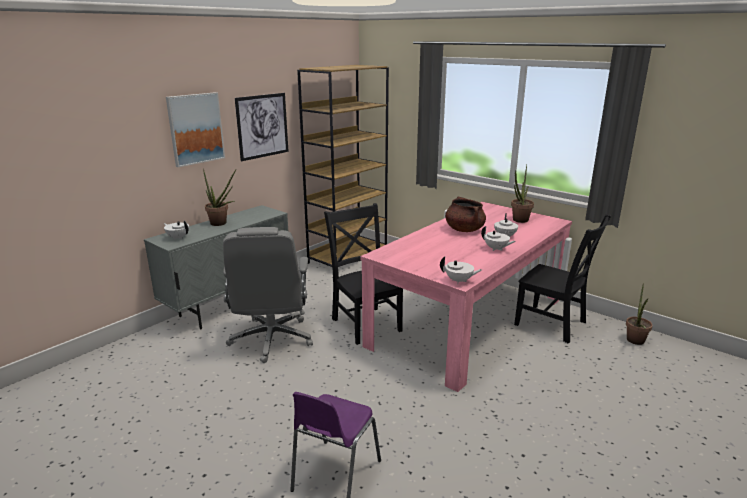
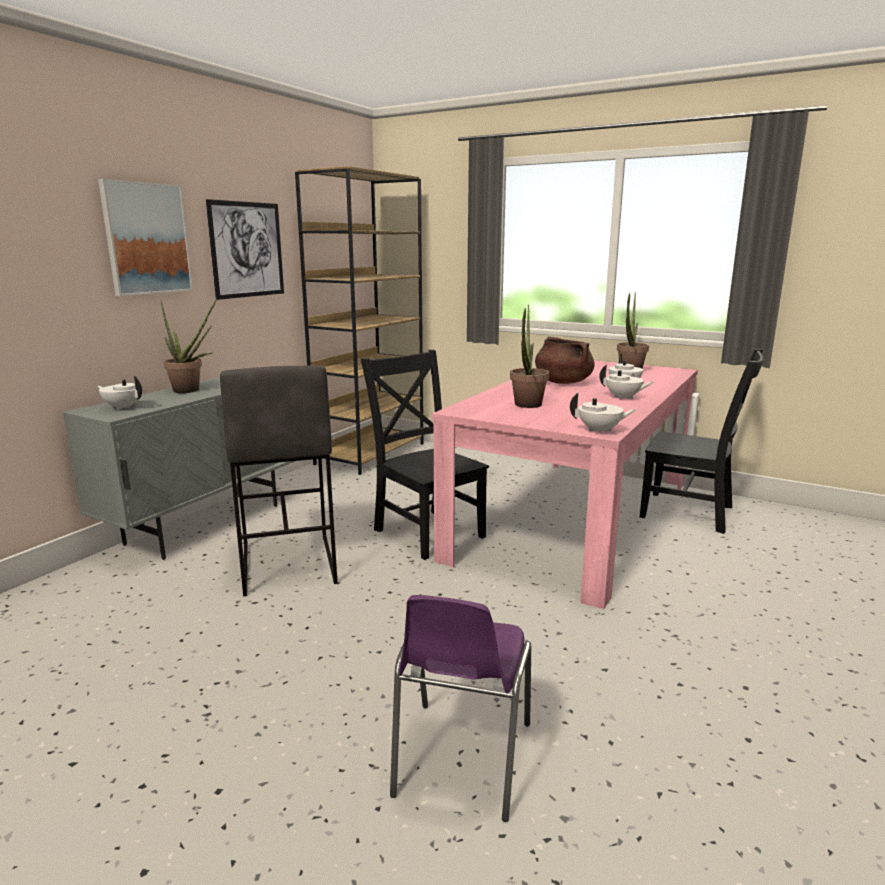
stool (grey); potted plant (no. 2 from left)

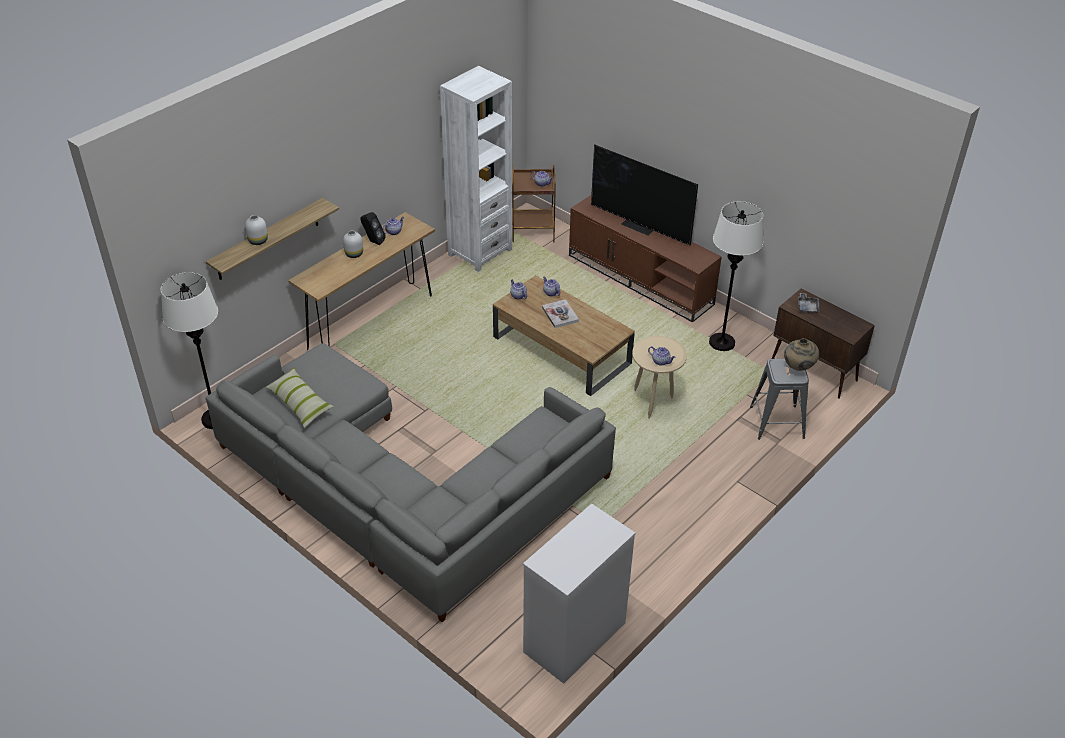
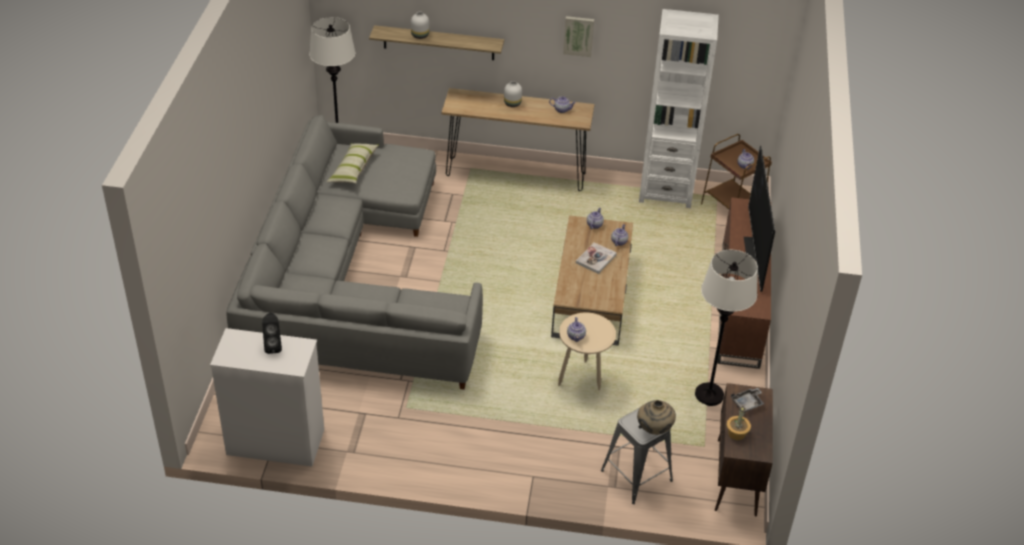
speaker (black); picture; potted plant

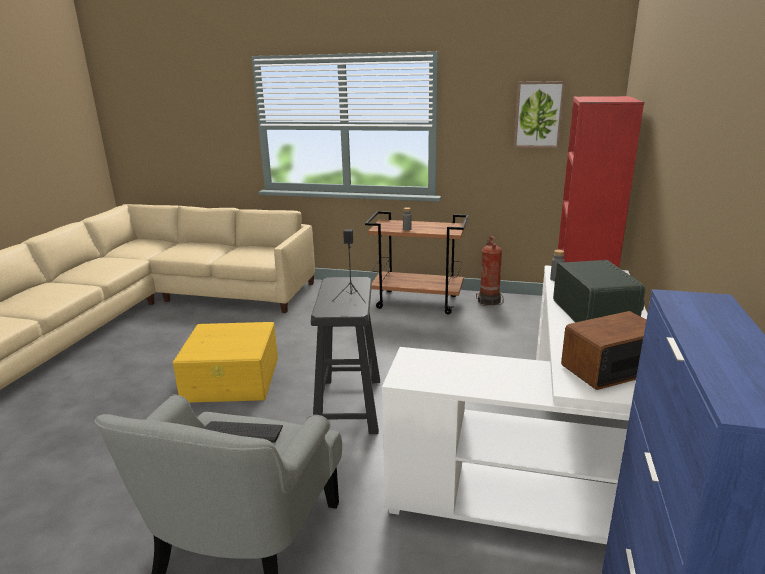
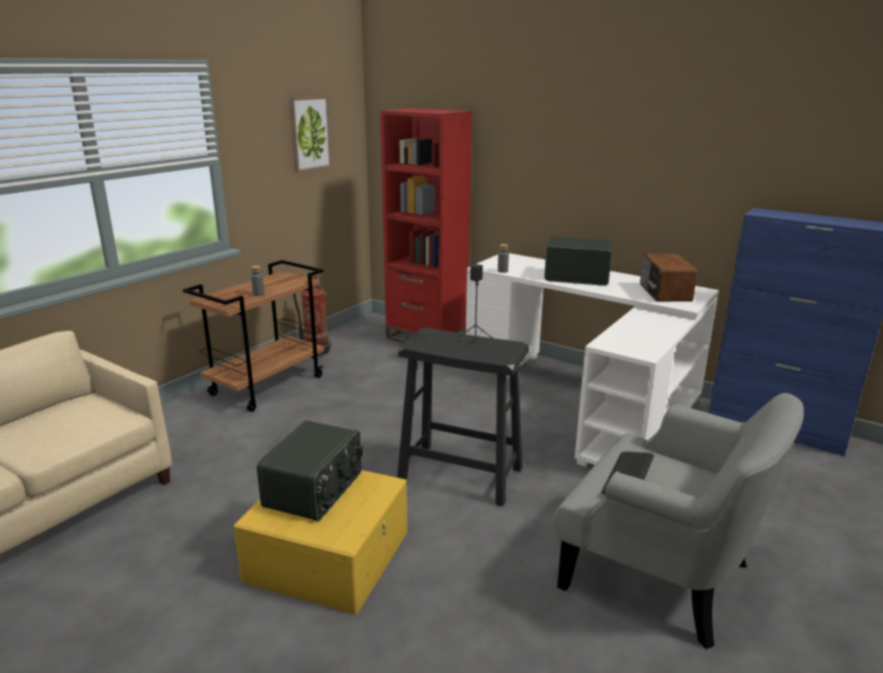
radio (no. 1 from left)

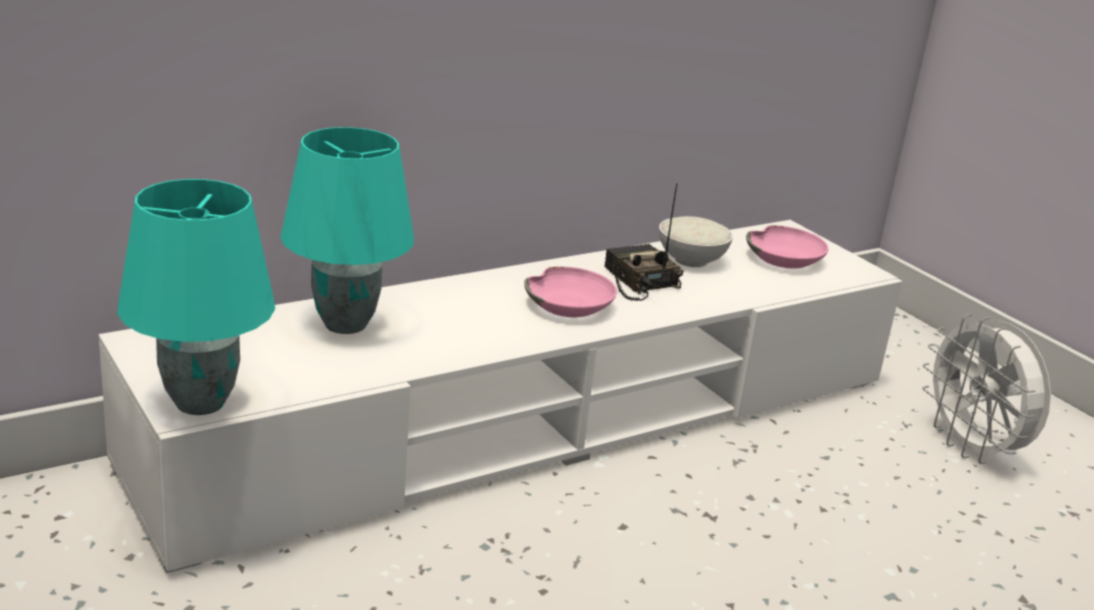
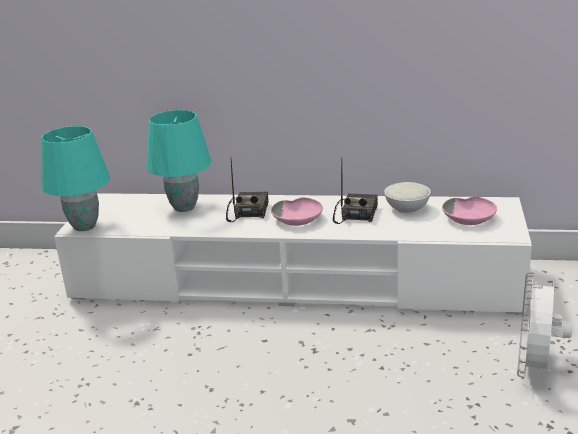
radio (no. 1 from left)

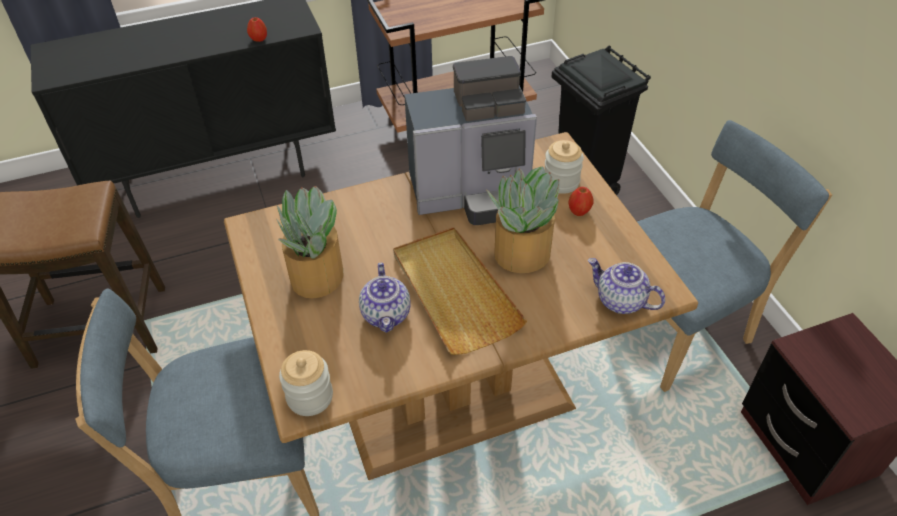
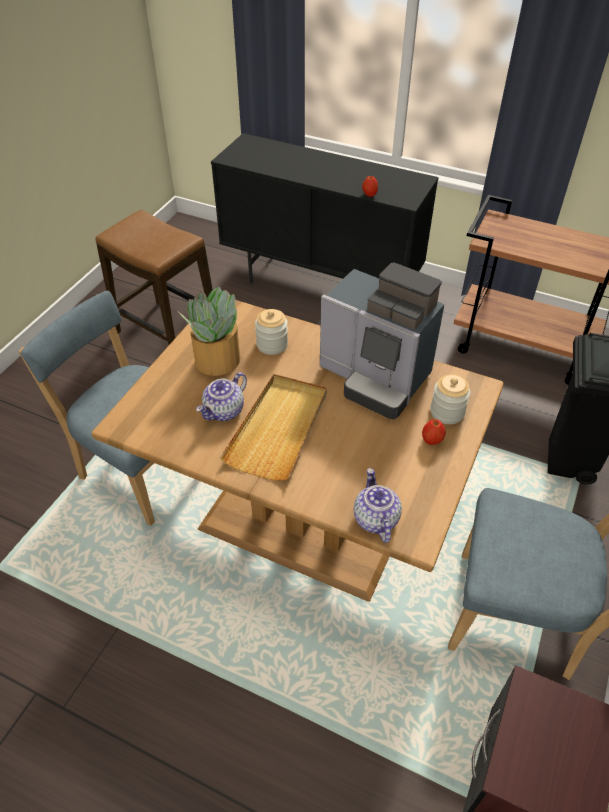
jar (no. 1 from left); potted plant (no. 2 from left in the first image)

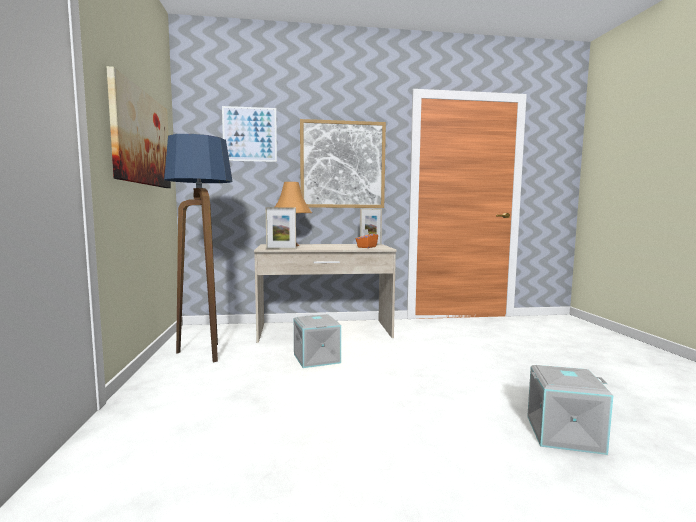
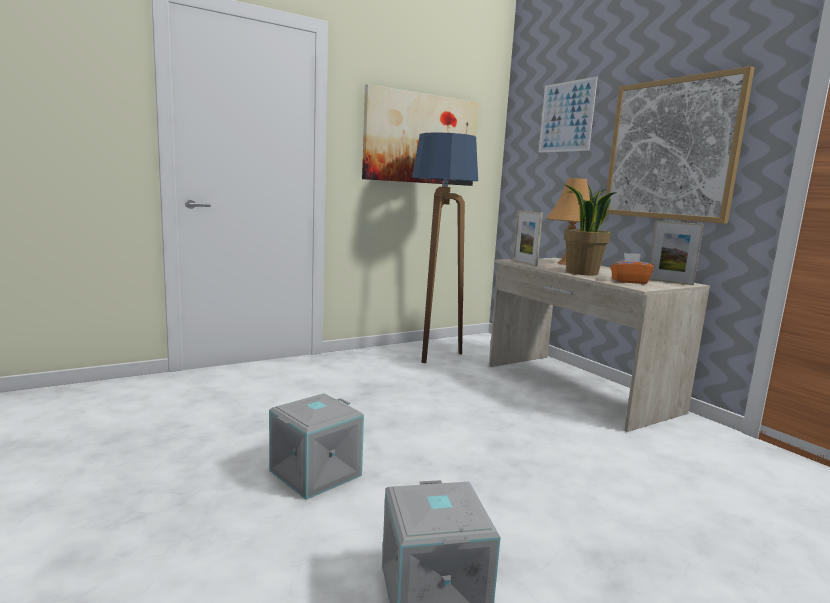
storage box (grey) (no. 1 from left); potted plant

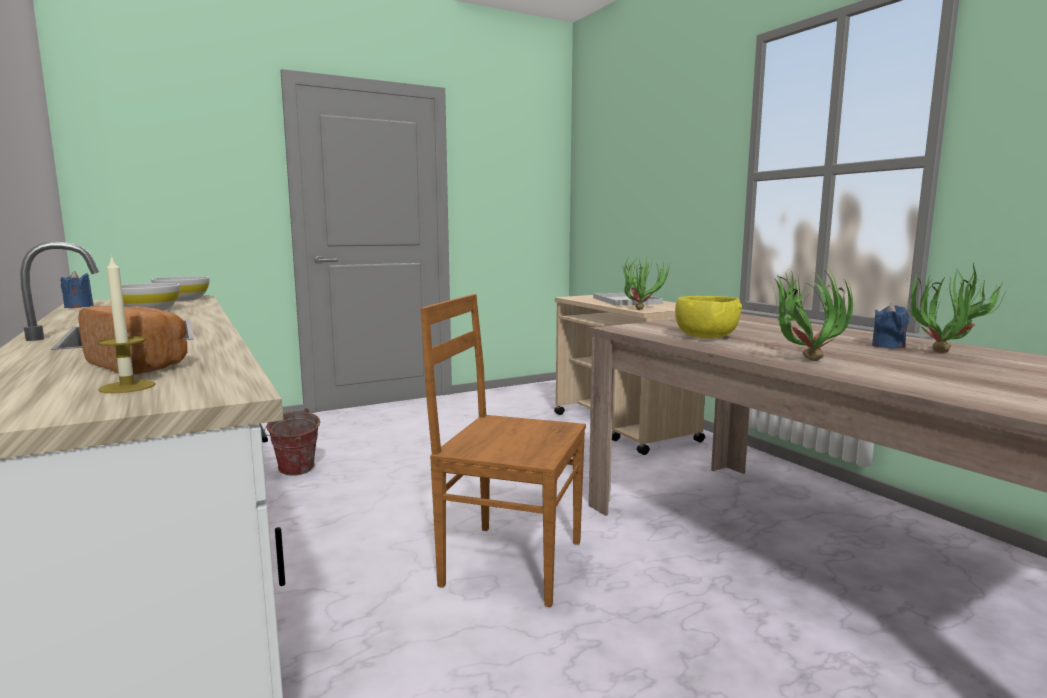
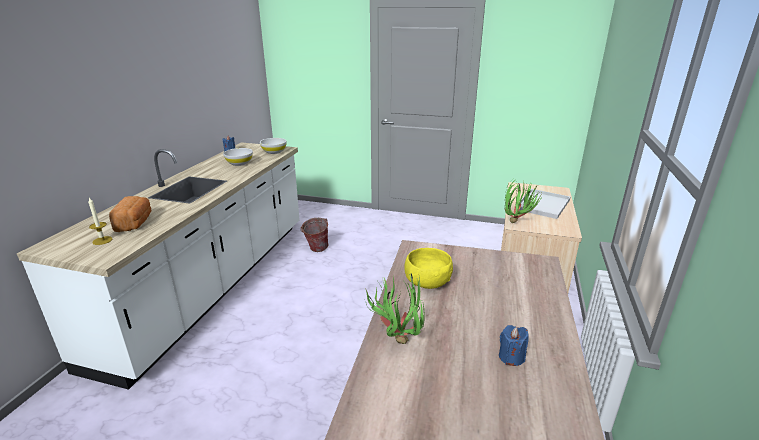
chair (brown); potted plant (no. 3 from left in the first image)

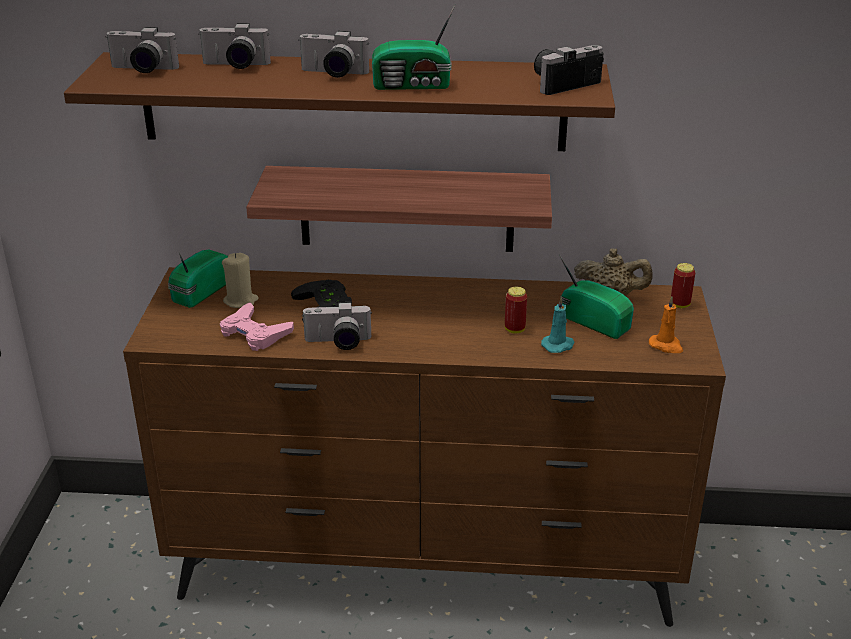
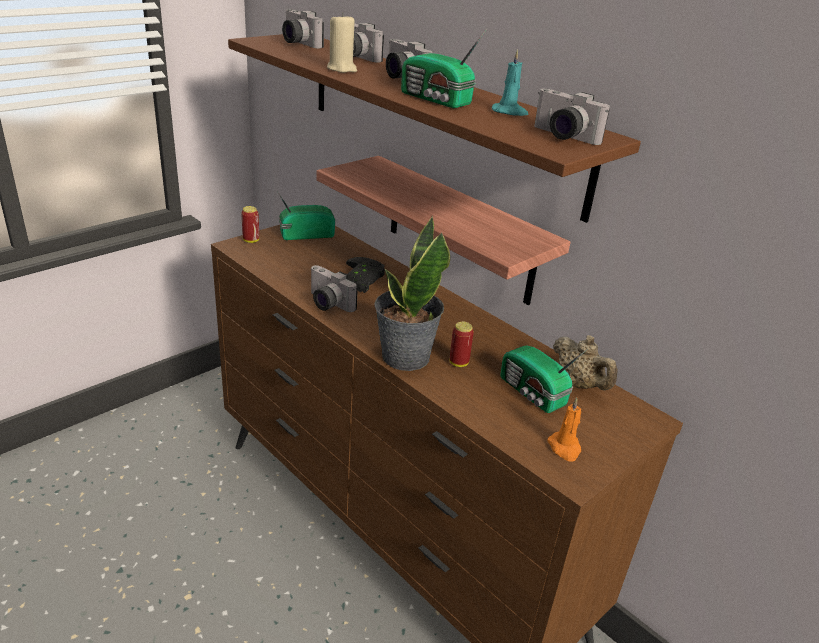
game controller (pink); candle (beige); photo camera (no. 5 from left); candle (turquoise); radio (no. 3 from left); can (no. 1 from left); potted plant

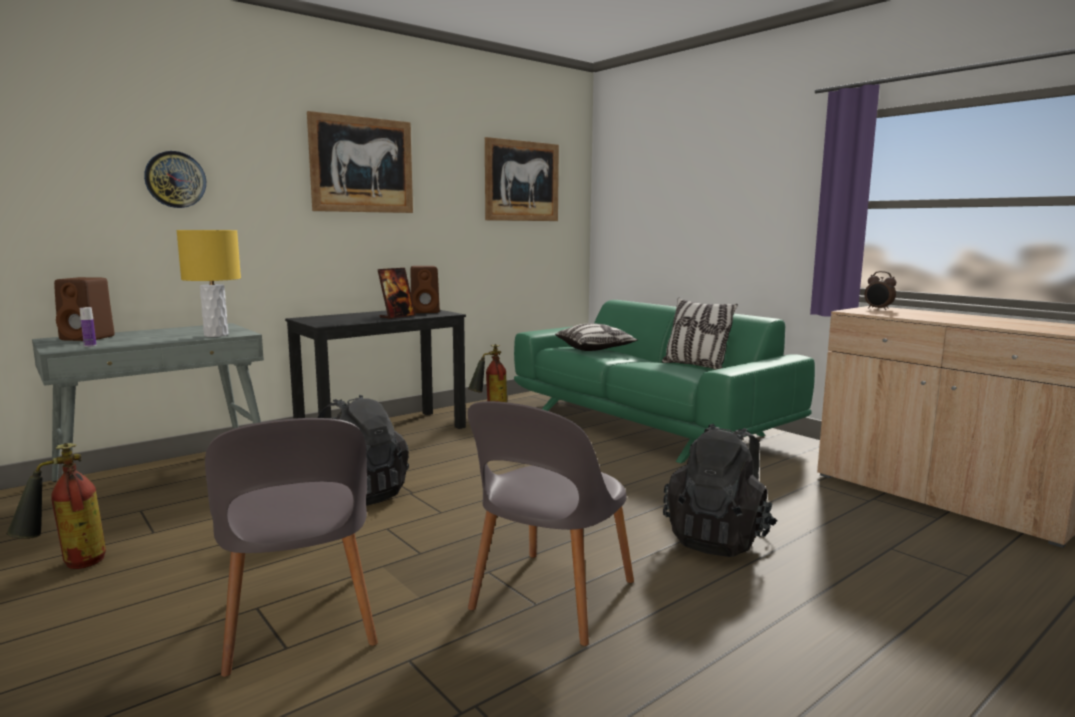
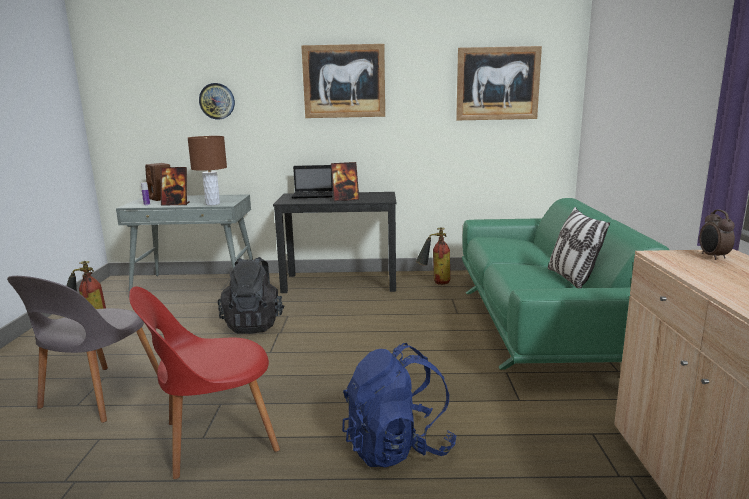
table lamp (brown); speaker (brown) (no. 2 from left in the first image); chair (red); pillow (no. 1 from left in the first image); backpack (blue); picture frame (no. 1 from left); laptop

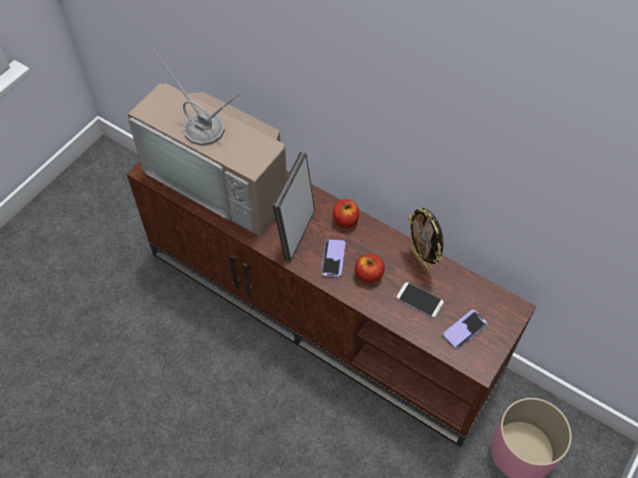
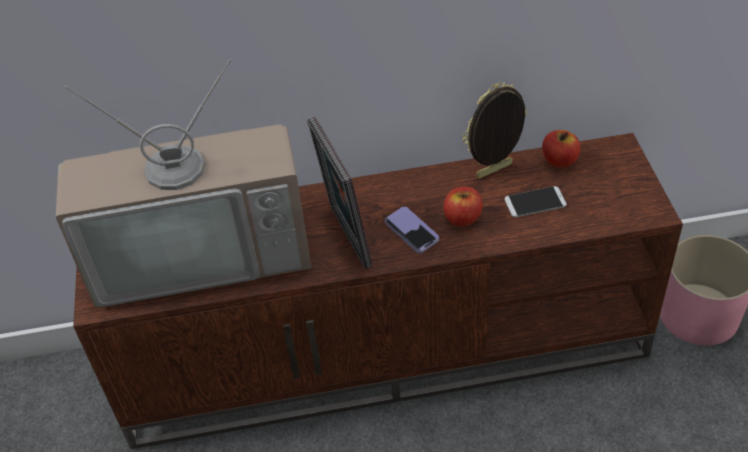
apple (no. 2 from left); picture frame (no. 2 from left); phone (no. 3 from left in the first image)

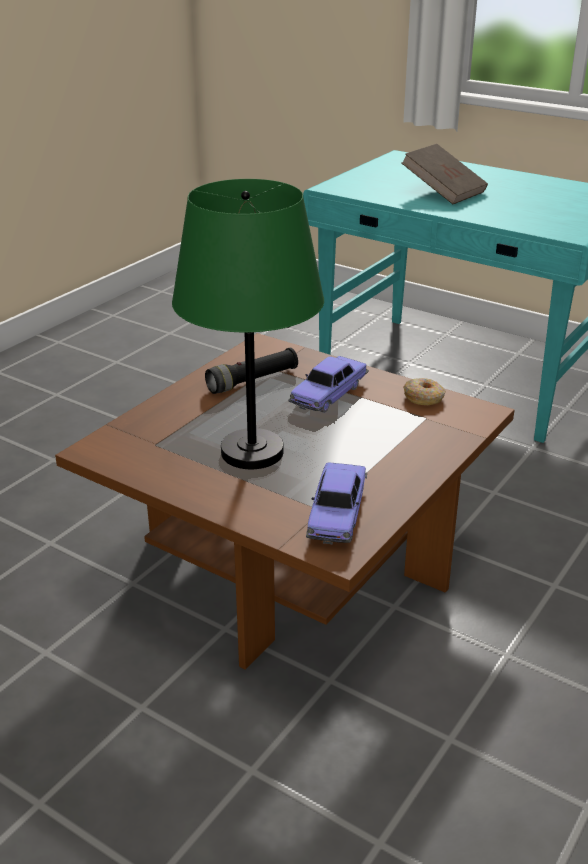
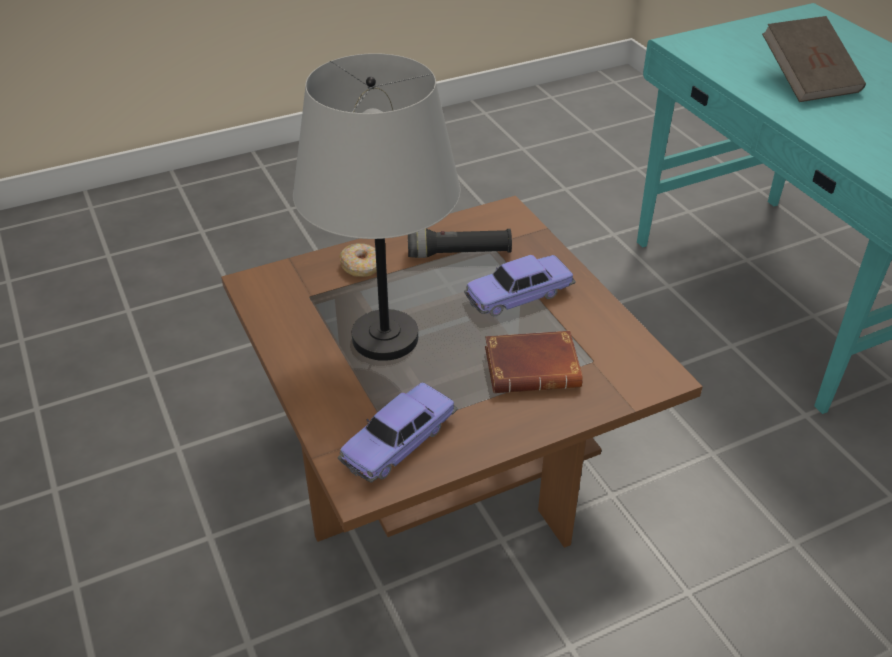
table lamp (grey); donut; book (brown) (no. 1 from left)

